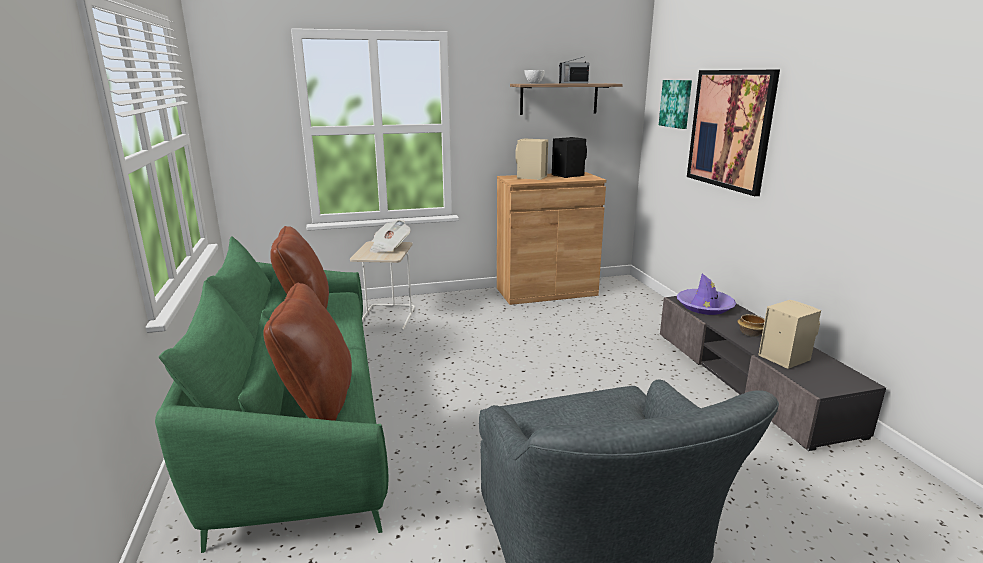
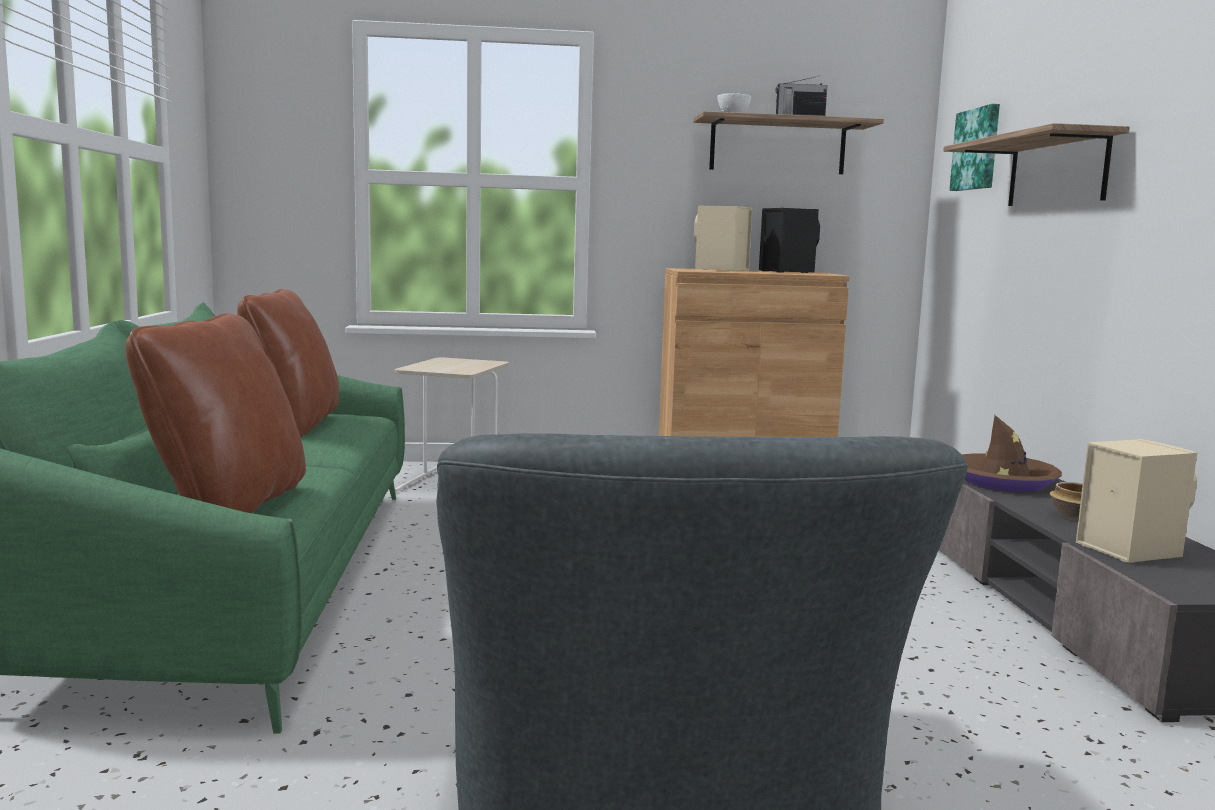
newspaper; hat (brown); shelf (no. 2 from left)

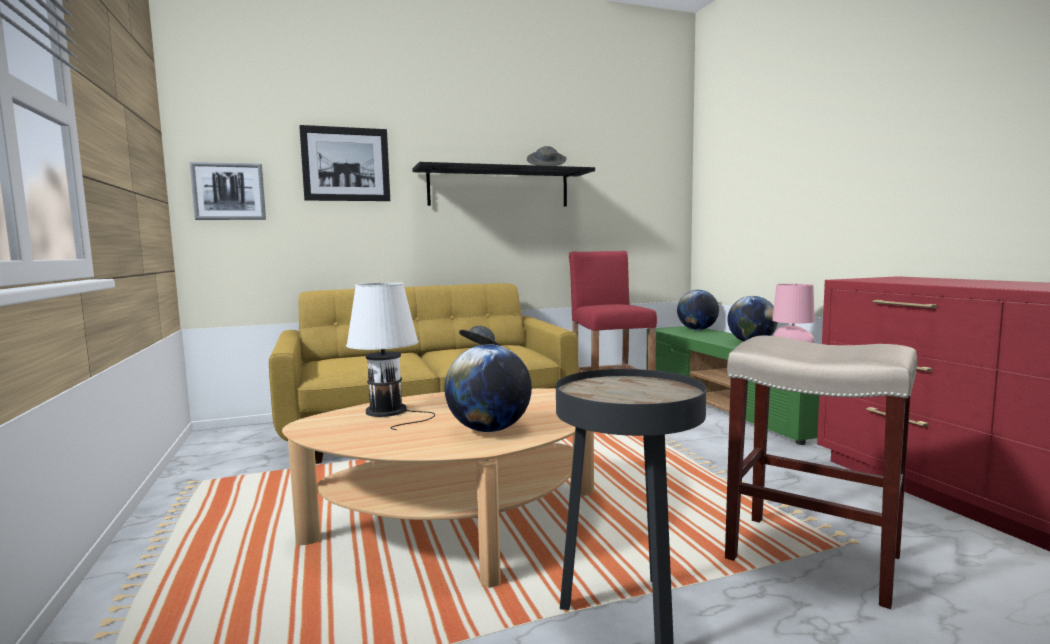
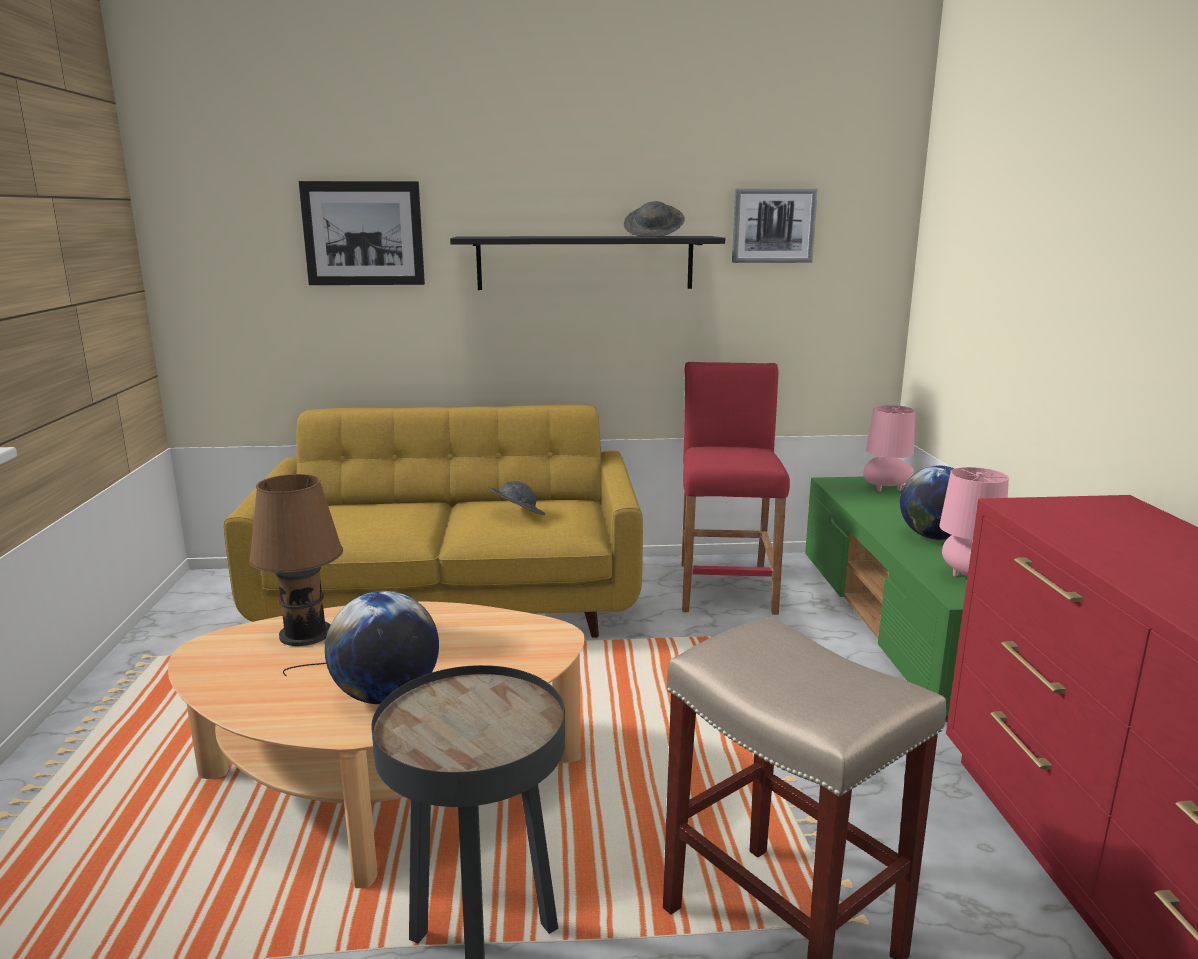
picture (no. 2 from left); table lamp (brown); table lamp (pink) (no. 1 from left)

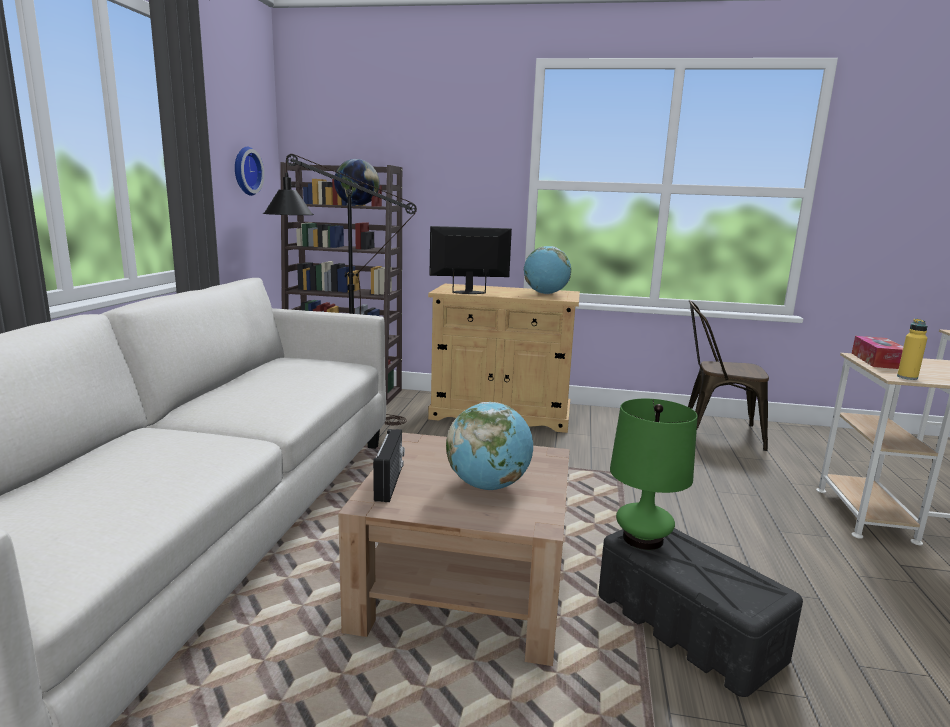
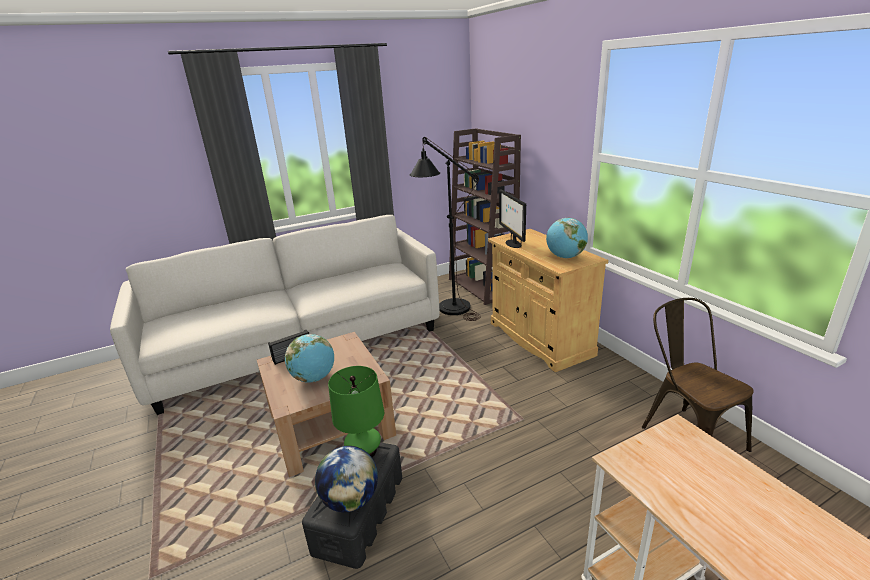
wall clock; globe (no. 2 from left); monitor; tissue box; bottle (yellow)

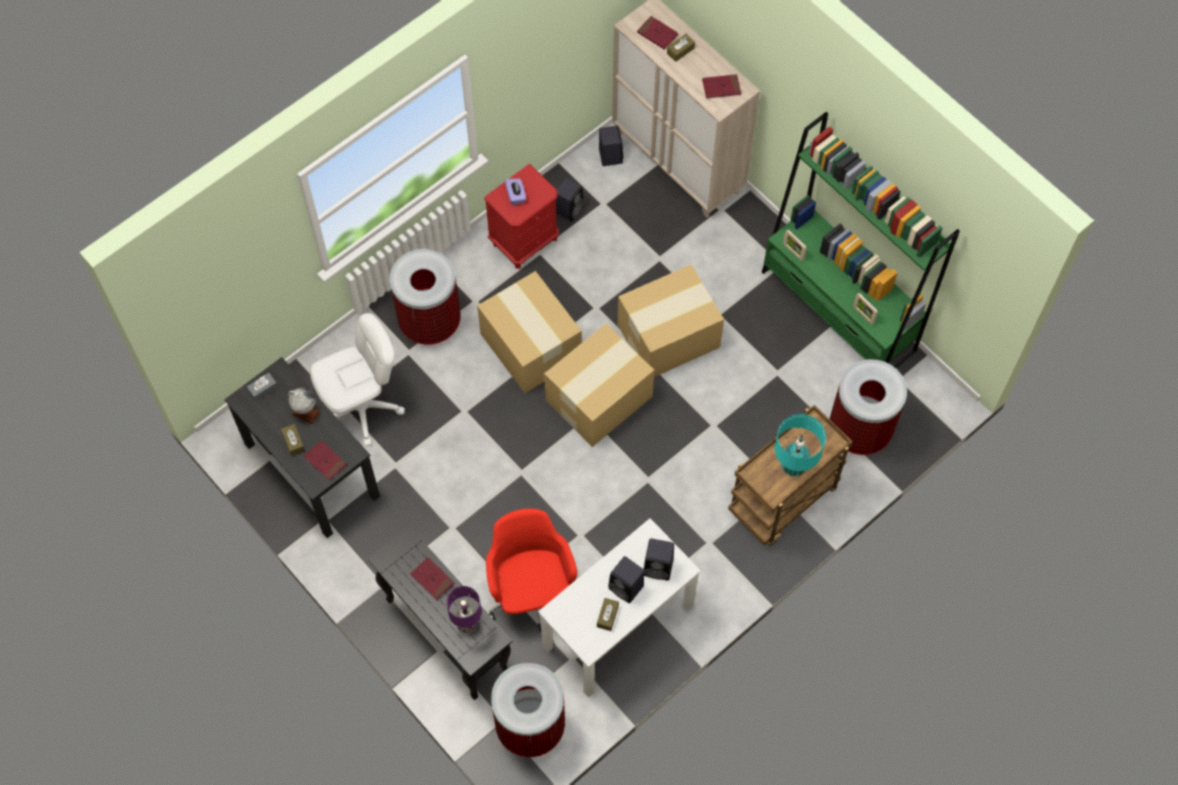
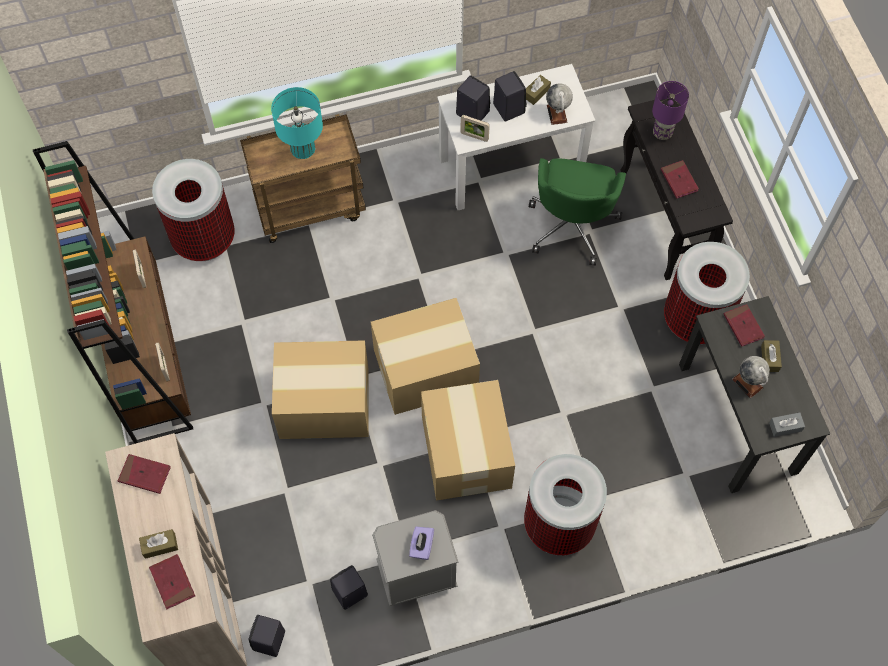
office chair (white); nightstand (grey); office chair (green); trash can (no. 3 from left); bookcase (brown); picture frame (no. 3 from left); globe (no. 1 from left)

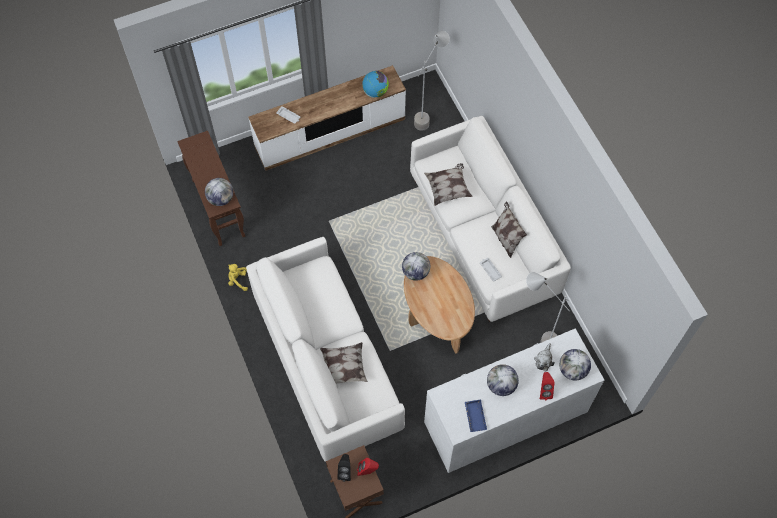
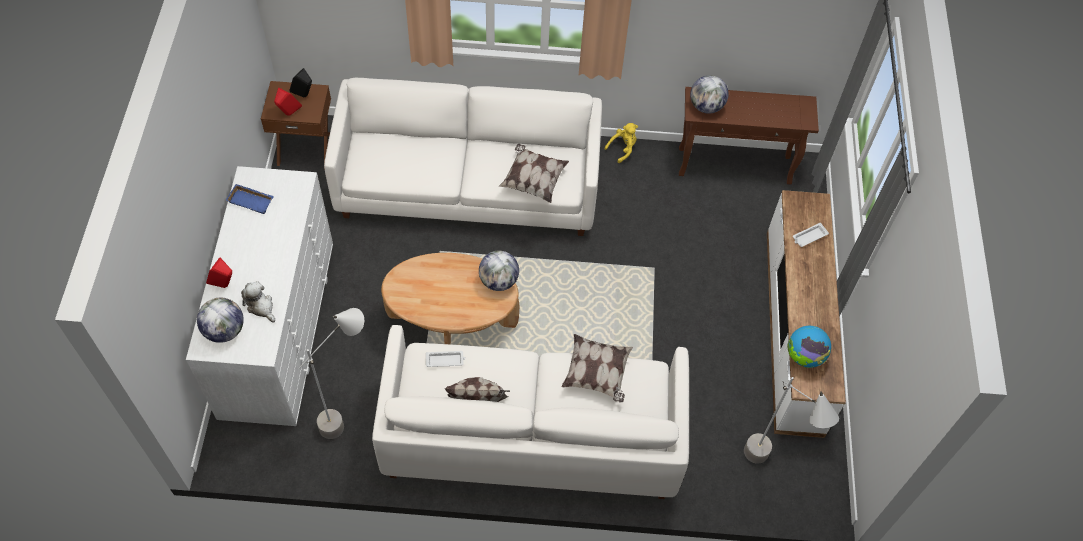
pillow (no. 2 from left); globe (no. 4 from left in the first image)

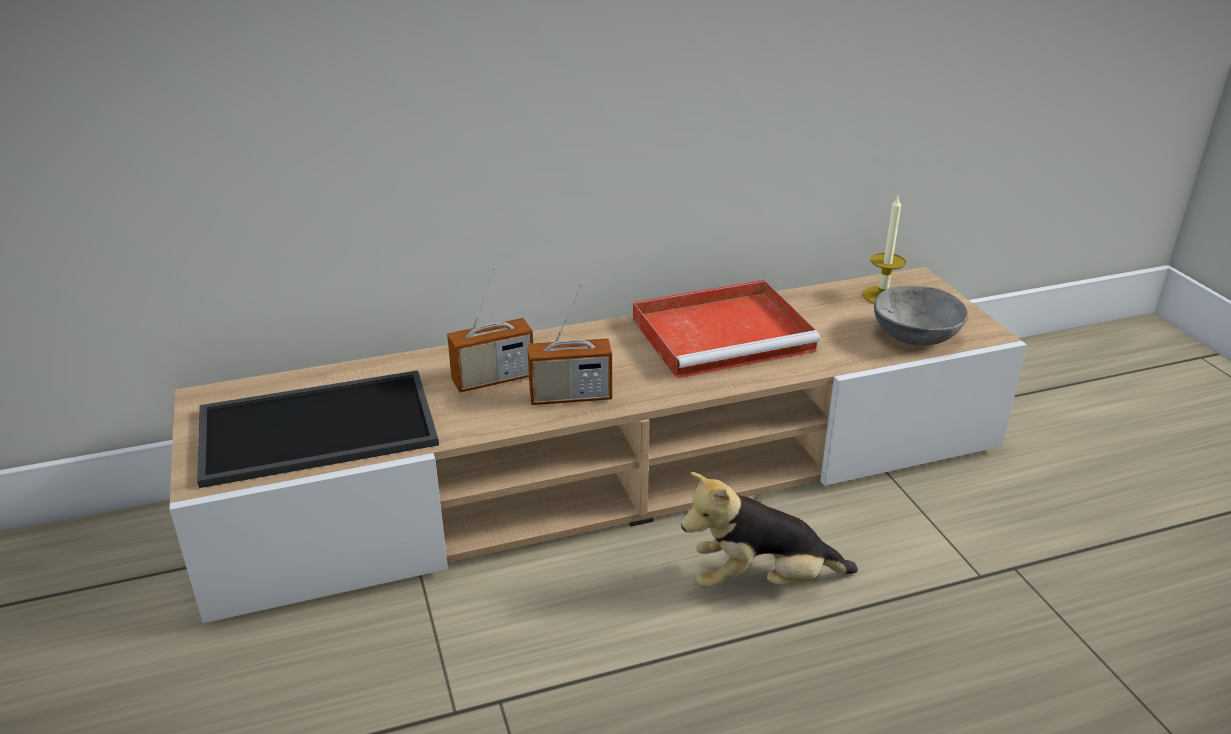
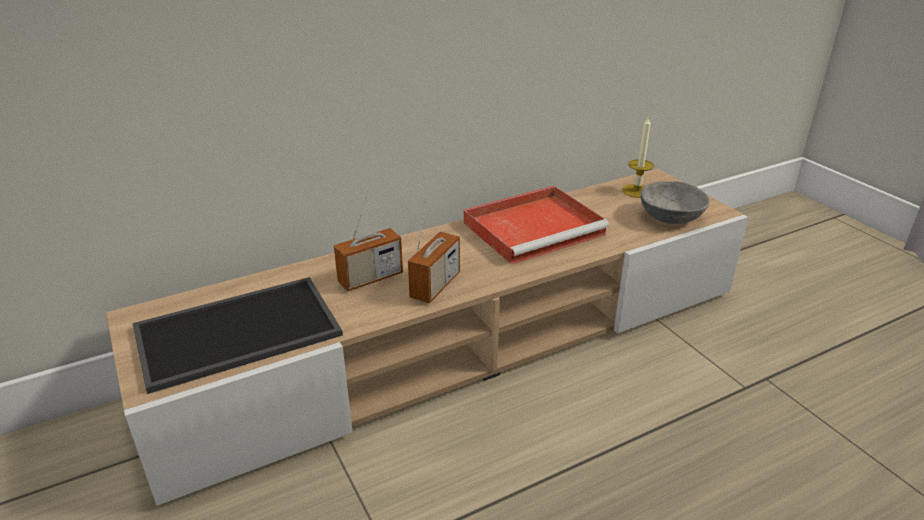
radio (no. 2 from left); plush toy

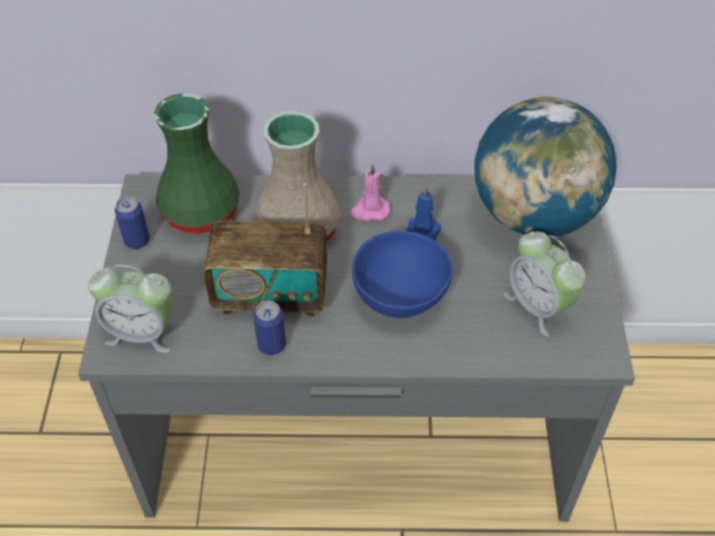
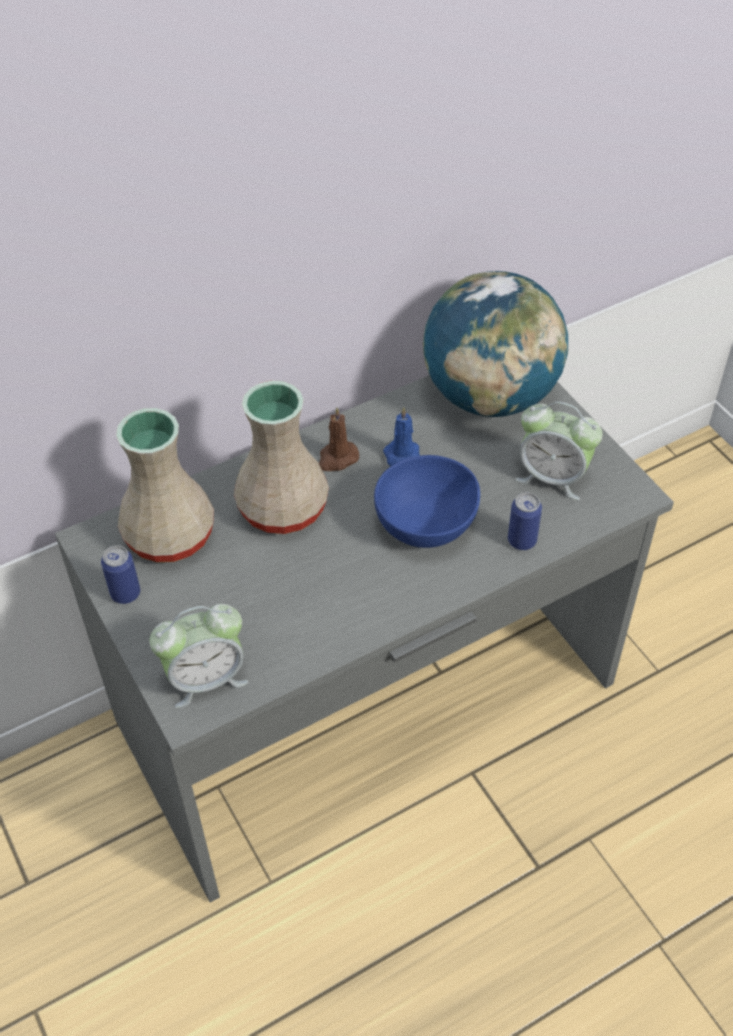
vase (beige) (no. 1 from left); radio; can (no. 2 from left); candle (brown)

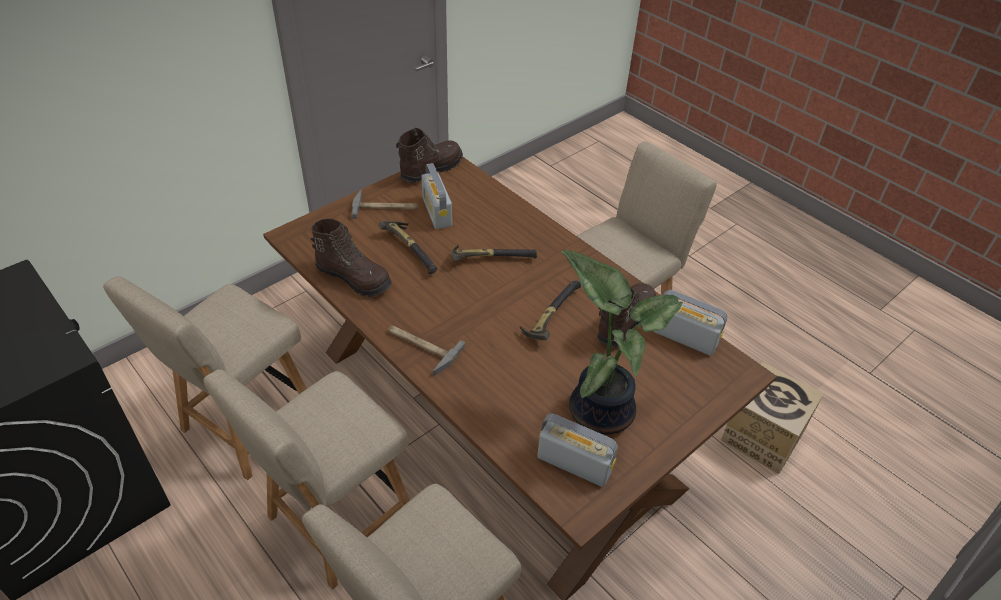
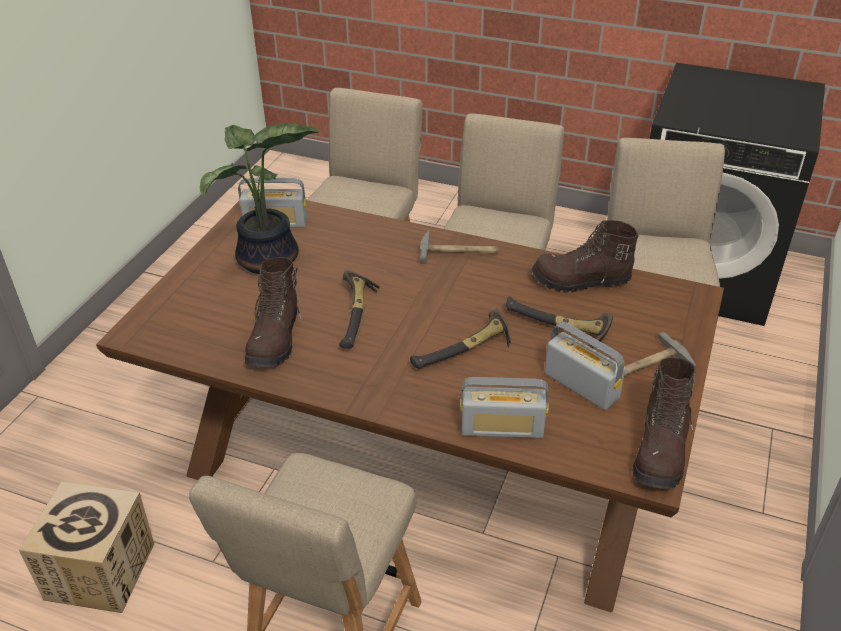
radio (no. 2 from left)

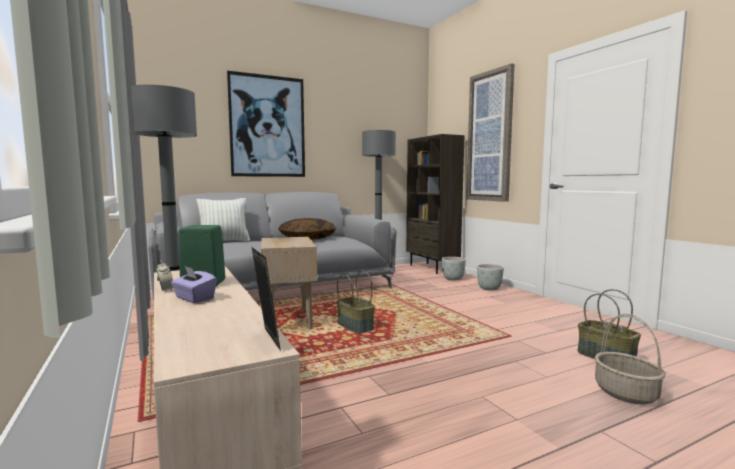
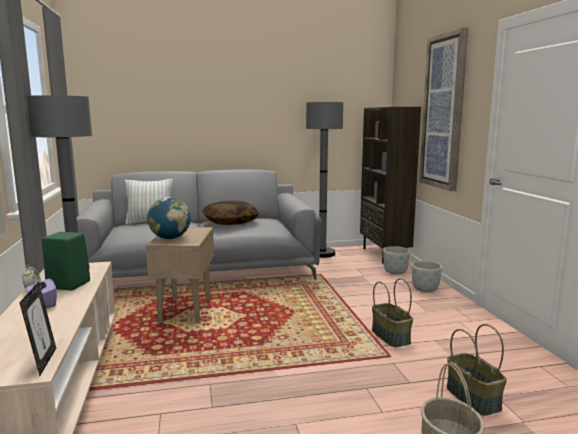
picture (no. 1 from left in the first image); basket (no. 1 from left); globe

